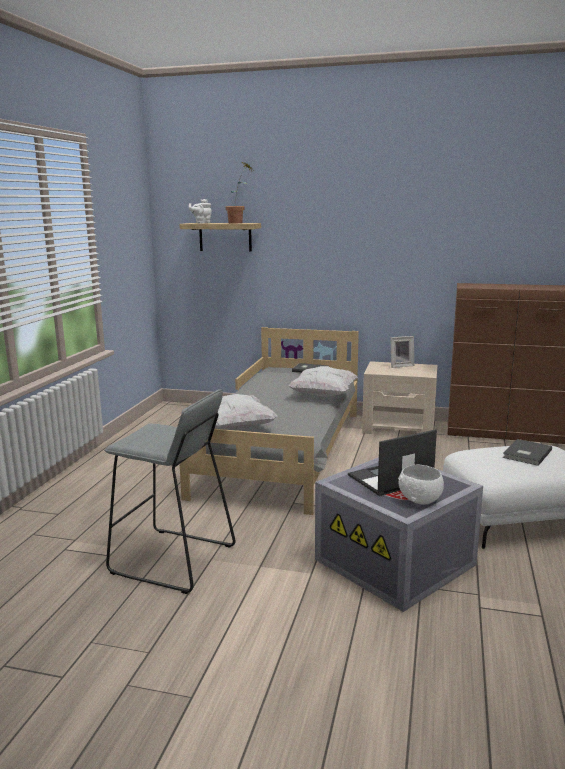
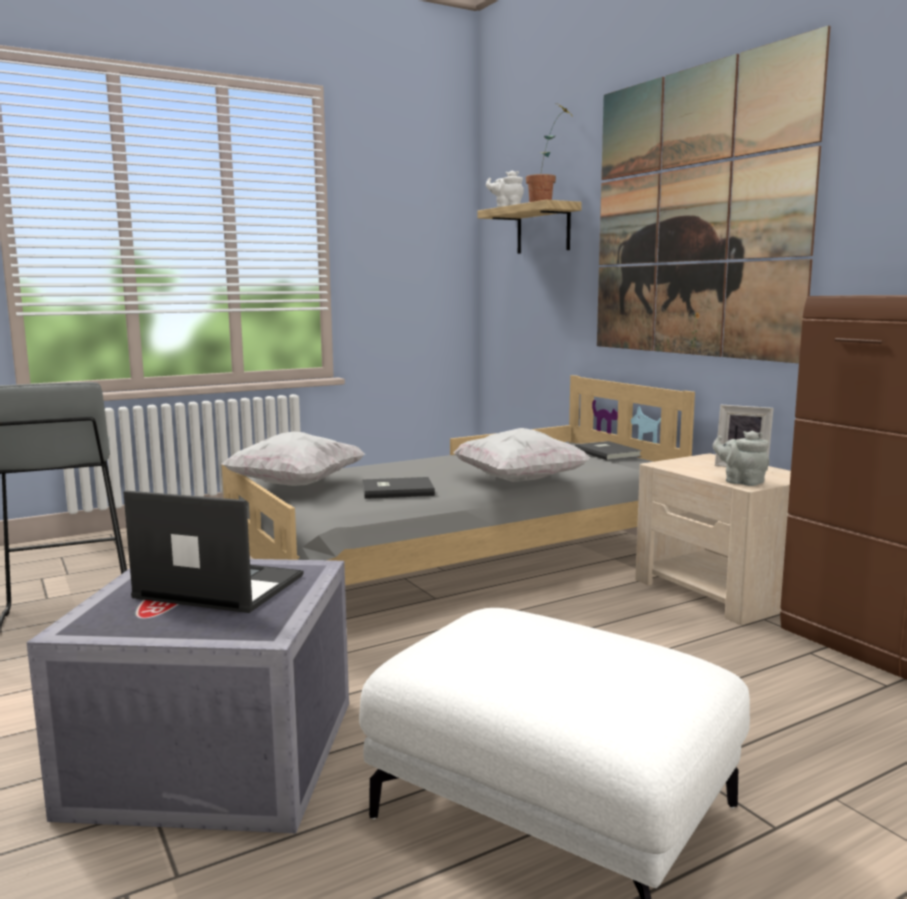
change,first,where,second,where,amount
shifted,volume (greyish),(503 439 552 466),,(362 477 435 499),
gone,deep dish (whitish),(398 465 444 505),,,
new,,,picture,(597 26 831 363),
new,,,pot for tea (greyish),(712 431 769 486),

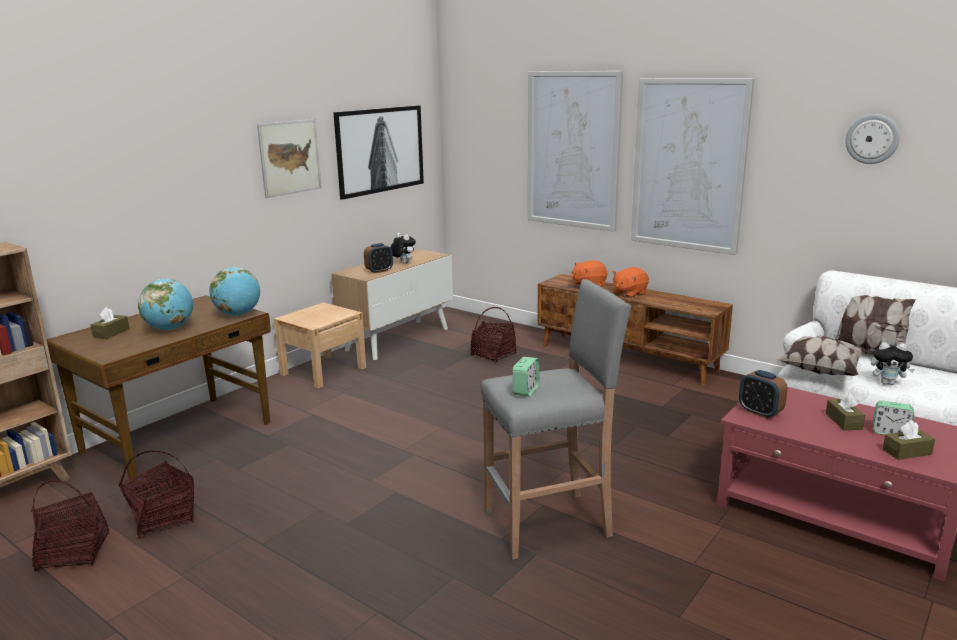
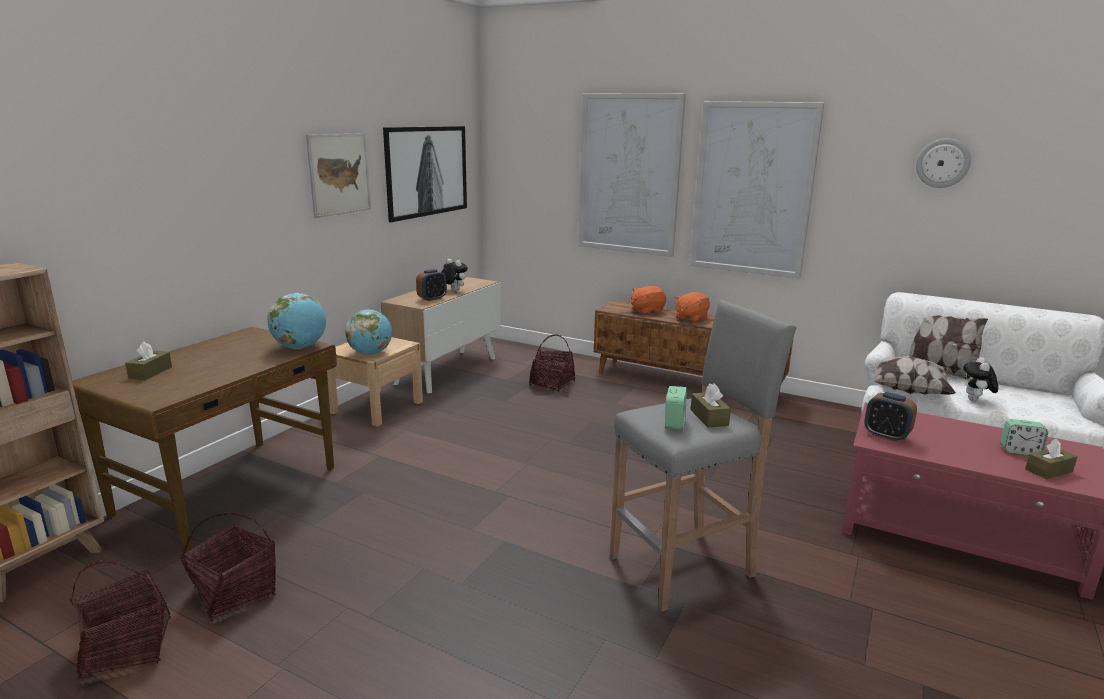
change,first,where,second,where,amount
shifted,globe,(138 279 193 330),,(345 310 392 355),
rotated,soft toy,(871 342 915 385),,(963 357 998 401),105 degrees clockwise
shifted,box of tissues (brown),(826 392 865 430),,(690 384 731 428),

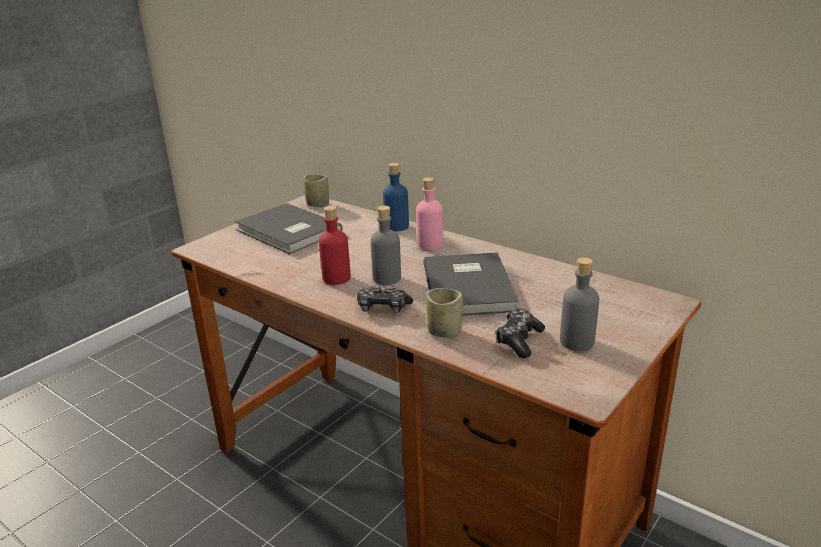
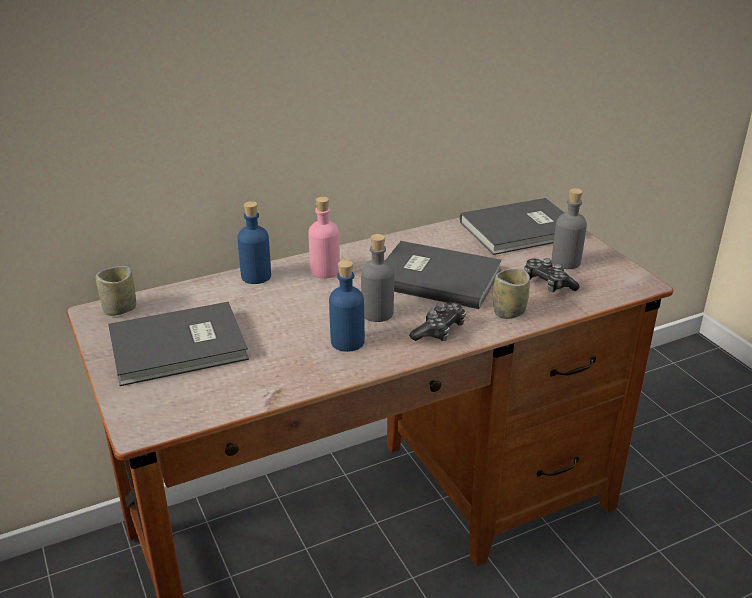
change,first,where,second,where,amount
repainted,bottle (reddish),(319 206 351 285),bottle (bluish),(329 260 365 352),
new,,,volume (greyish),(460 198 565 255),

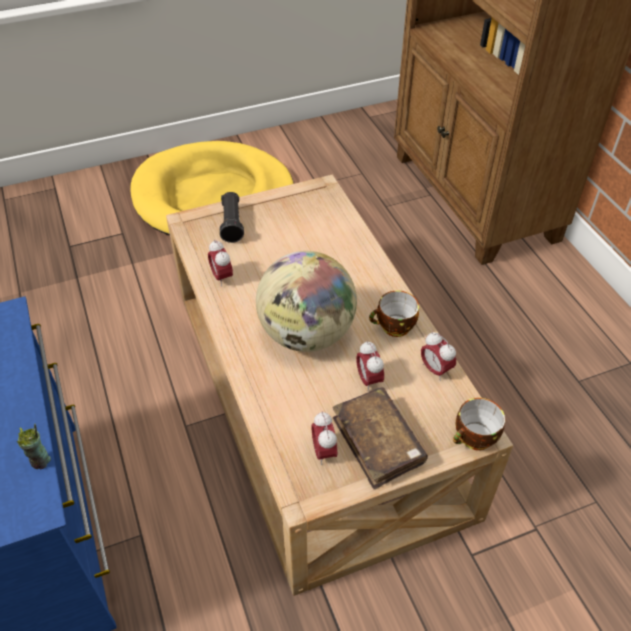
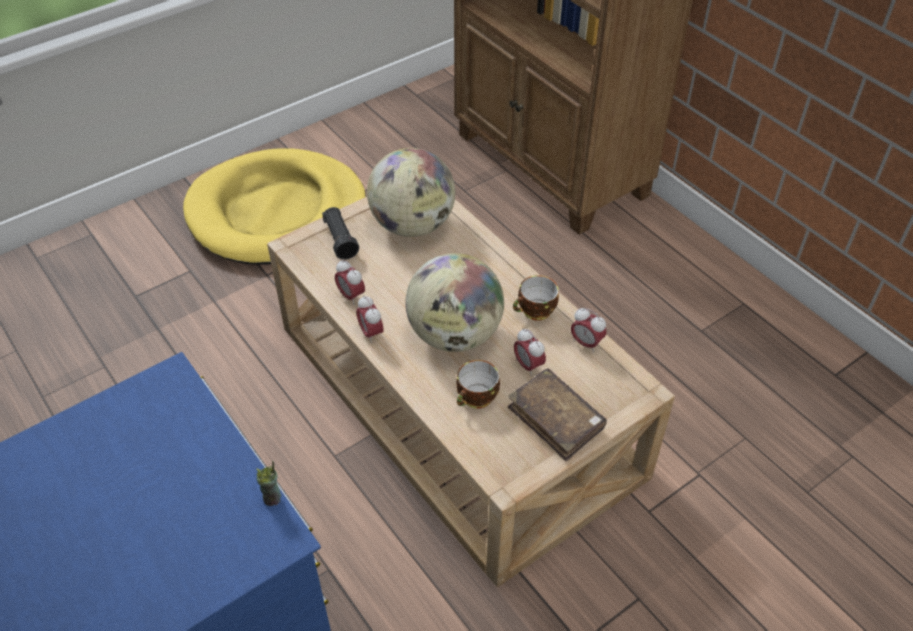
change,first,where,second,where,amount
shifted,drinking cup,(453 398 505 450),,(456 360 500 409),
shifted,alarm clock,(311 412 337 465),,(356 295 384 343),
new,,,globe,(367 148 455 237),

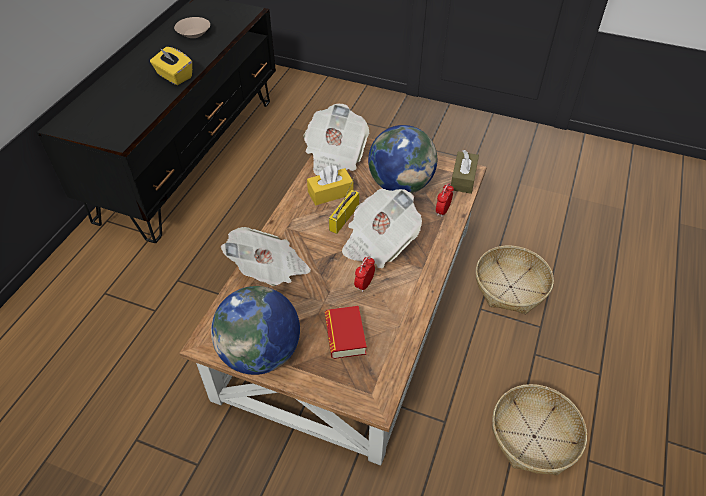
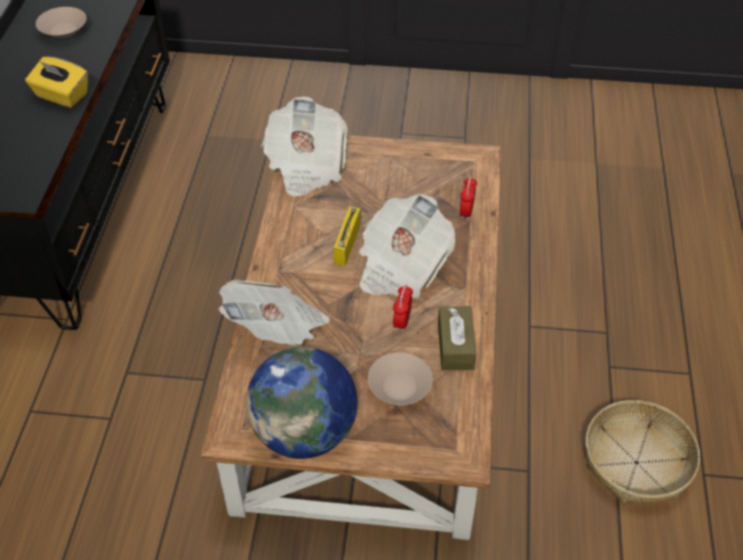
change,first,where,second,where,amount
gone,globe,(368 125 437 193),,,
shifted,box of tissues (brown),(451 150 479 194),,(438 306 476 370),
gone,box of tissues (yellow),(307 165 353 205),,,
gone,storage basket,(476 246 554 314),,,
swapped,volume,(325 306 367 359),deep dish (sand-coloured),(368 352 433 405),

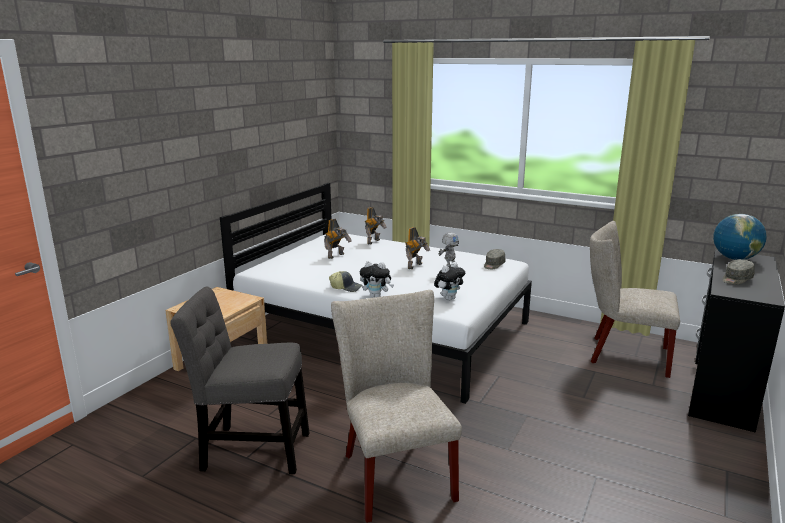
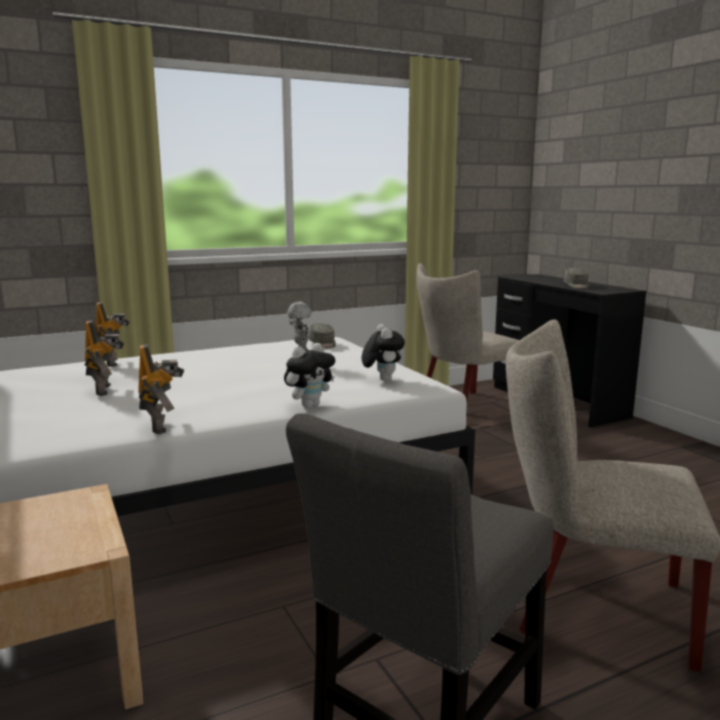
change,first,where,second,where,amount
gone,globe,(713 214 767 260),,,
shifted,toy robot,(405 227 430 269),,(138 344 184 434),
gone,cap,(329 271 362 292),,,

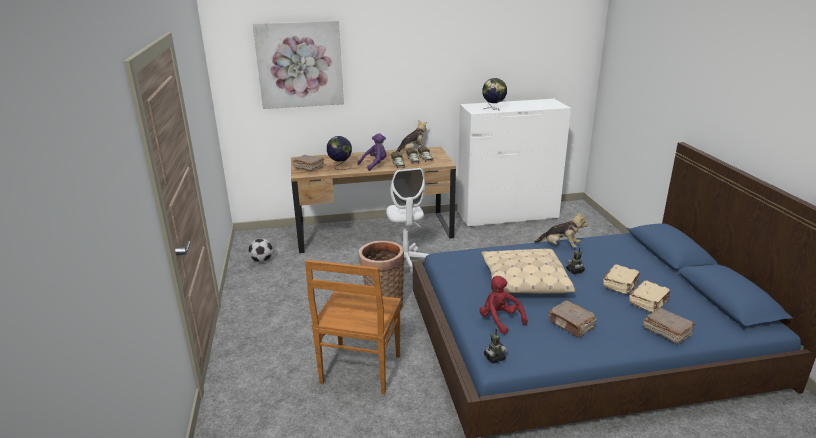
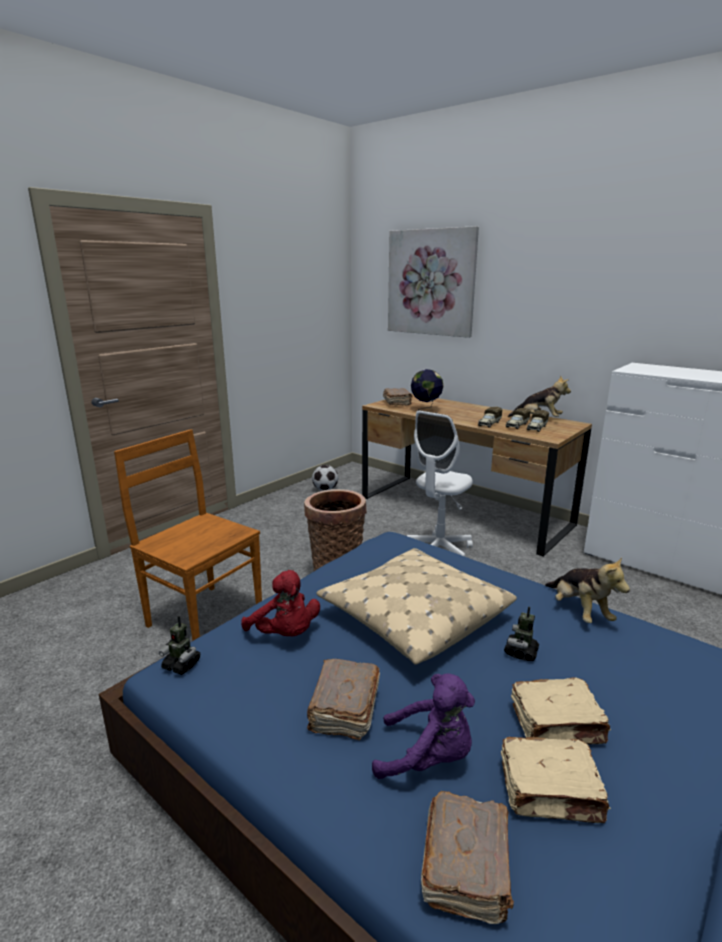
change,first,where,second,where,amount
gone,globe,(482 78 507 110),,,
shifted,soft toy (purple),(357 133 387 171),,(372 673 475 779),
rotated,upright chair (brown),(305 260 401 394),,(114 429 262 640),60 degrees clockwise
rotated,soft toy (reddish),(480 276 528 334),,(241 570 320 636),120 degrees clockwise

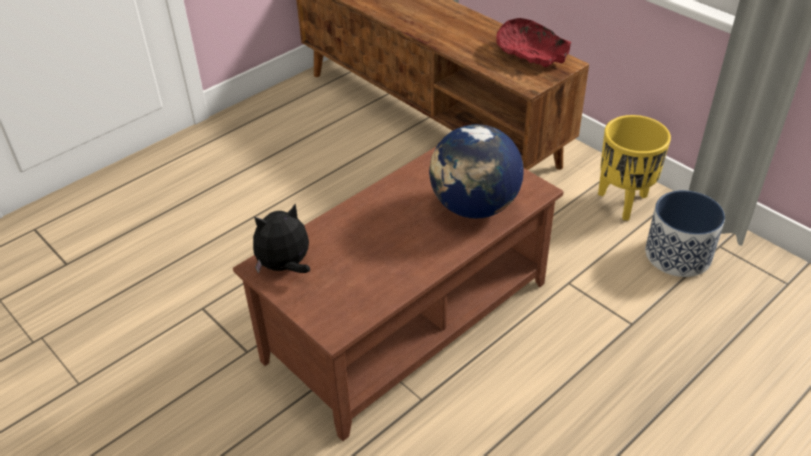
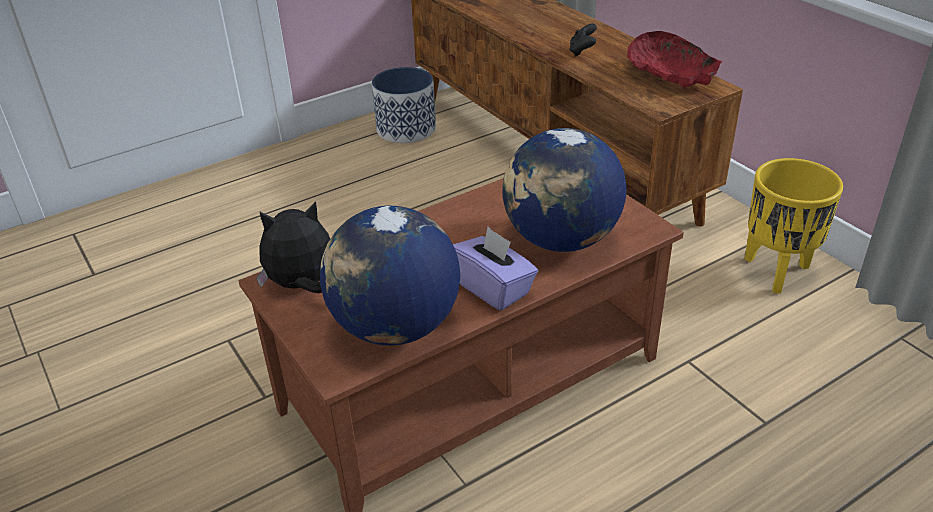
change,first,where,second,where,amount
shifted,flower pot,(645 190 725 277),,(372 67 436 143),
new,,,gamepad (blackish),(569 23 597 56),
new,,,globe,(320 206 460 346),
new,,,box of tissues (purple),(453 227 538 311),

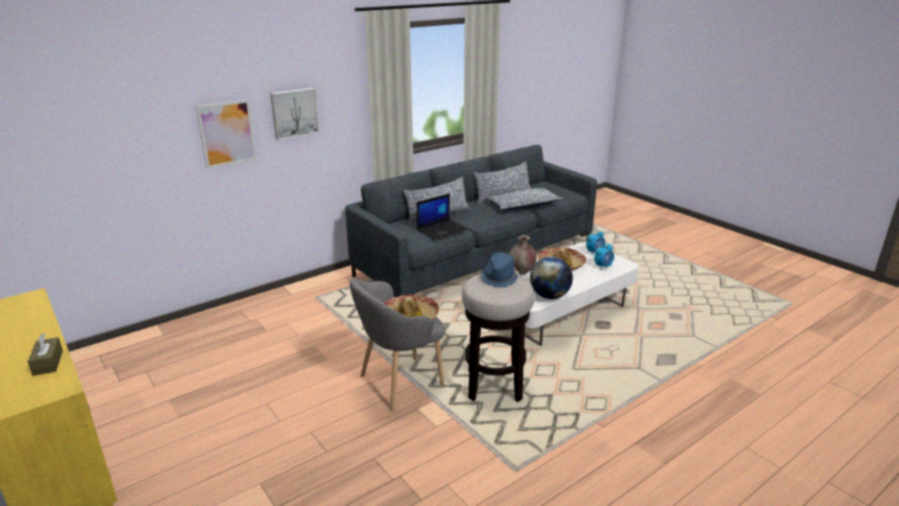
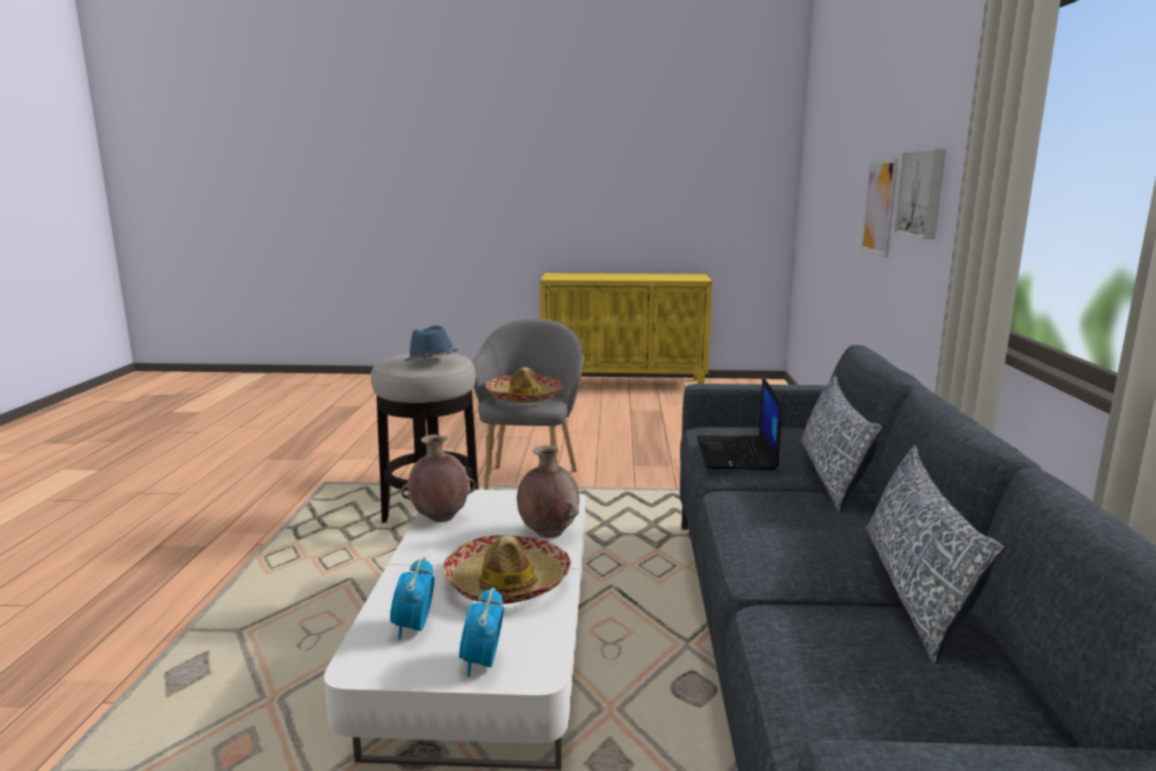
change,first,where,second,where,amount
gone,throw pillow,(487 188 563 210),,,
swapped,globe,(530 257 573 299),decorative vase (brown),(401 434 476 522),
gone,box of tissues (brown),(28 333 63 376),,,

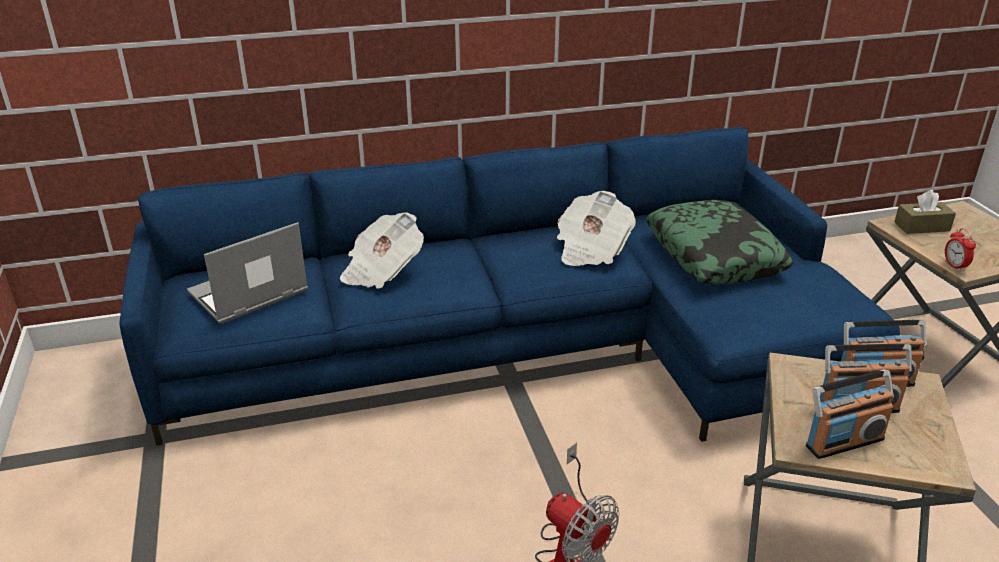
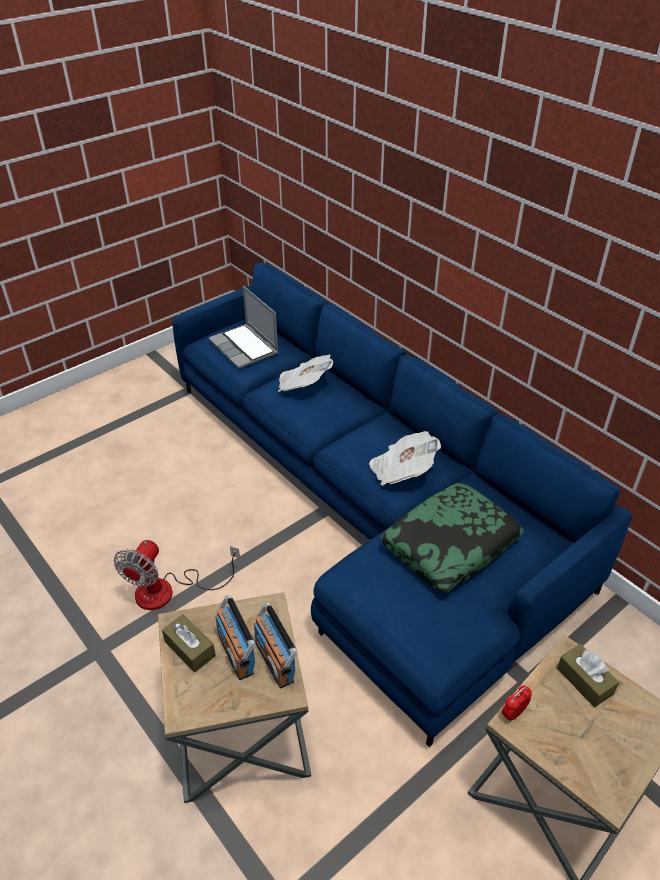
change,first,where,second,where,amount
rotated,notebook computer,(187 222 308 324),,(208 286 279 369),150 degrees counterclockwise
swapped,radio receiver,(806 370 894 459),box of tissues (brown),(162 614 216 672),

